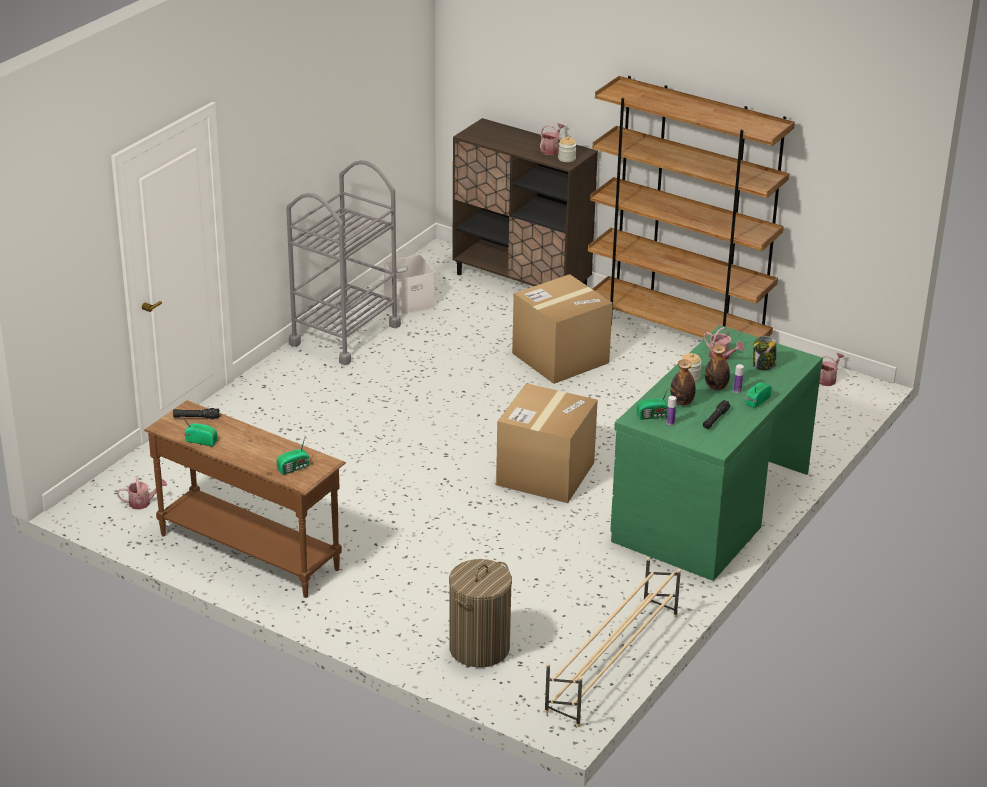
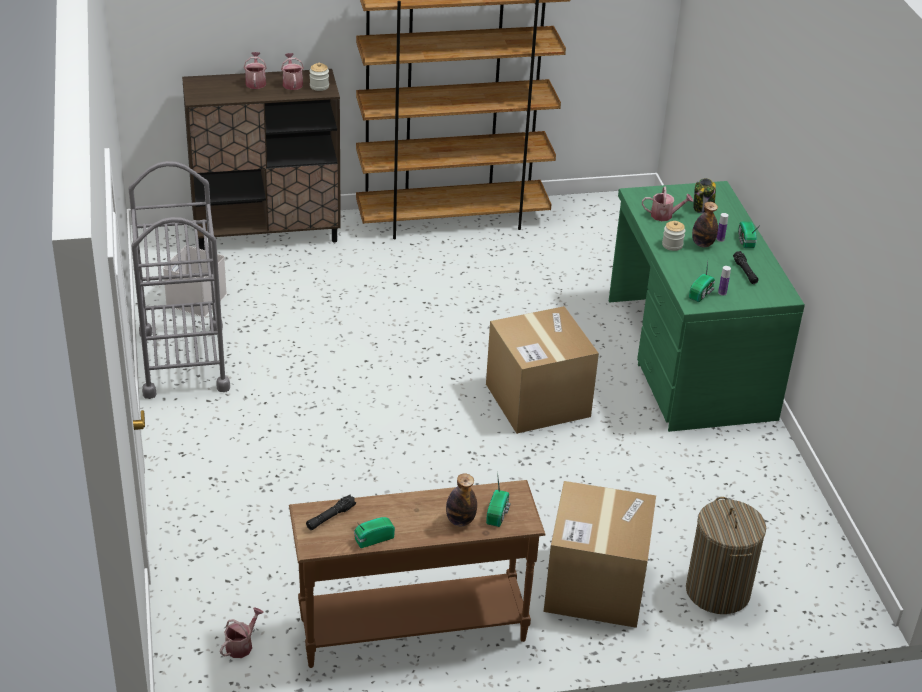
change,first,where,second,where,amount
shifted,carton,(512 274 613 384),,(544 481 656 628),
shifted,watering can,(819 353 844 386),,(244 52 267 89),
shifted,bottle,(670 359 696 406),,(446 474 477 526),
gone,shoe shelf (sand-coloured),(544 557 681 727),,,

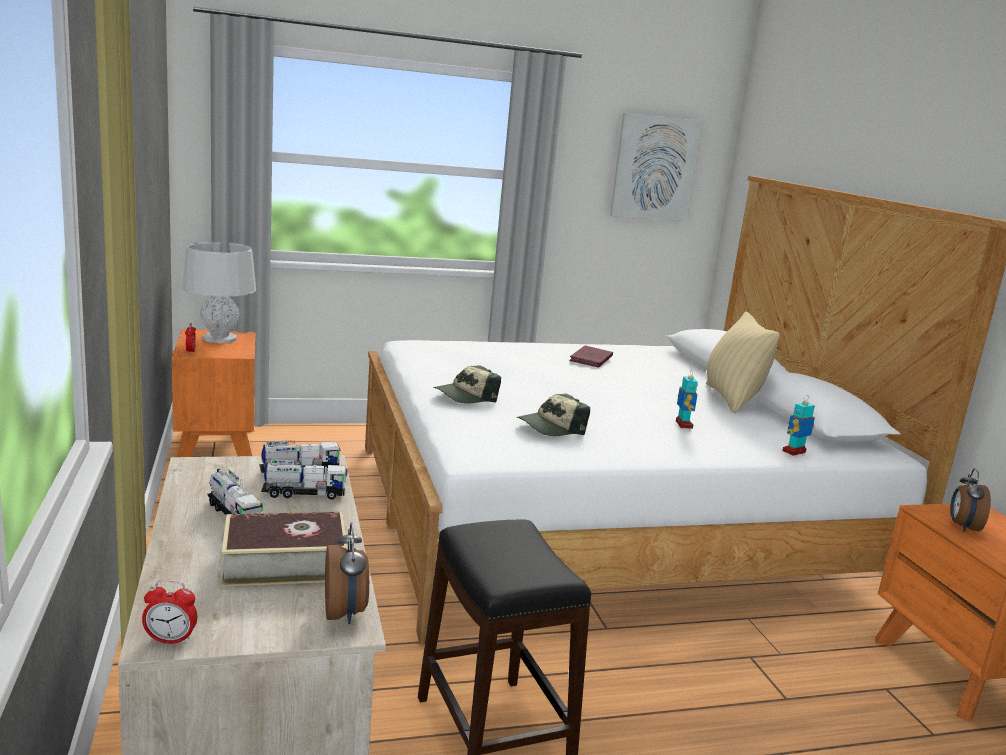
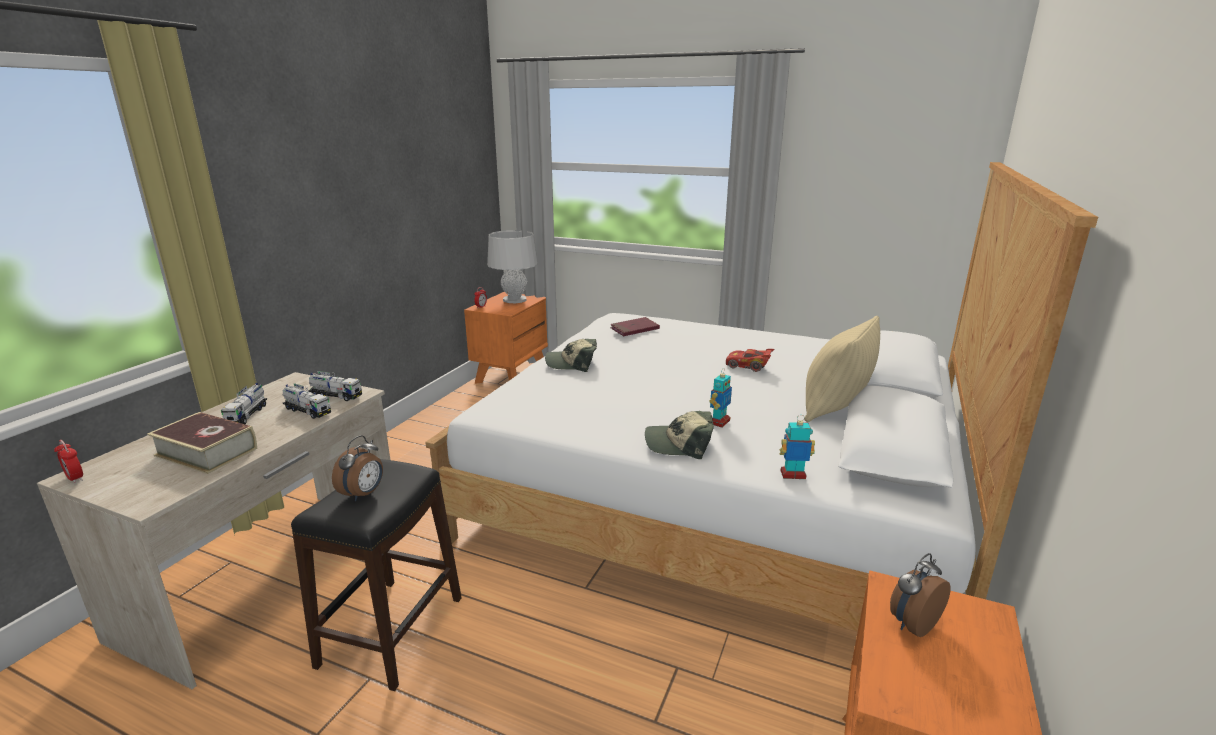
change,first,where,second,where,amount
gone,picture,(610 113 703 221),,,
shifted,volume (reddish),(569 345 613 367),,(610 317 660 336),
shifted,cap,(517 393 590 436),,(645 411 714 459),
shifted,alarm clock,(325 522 369 624),,(332 435 383 501),
new,,,toy car (reddish),(726 349 774 372),

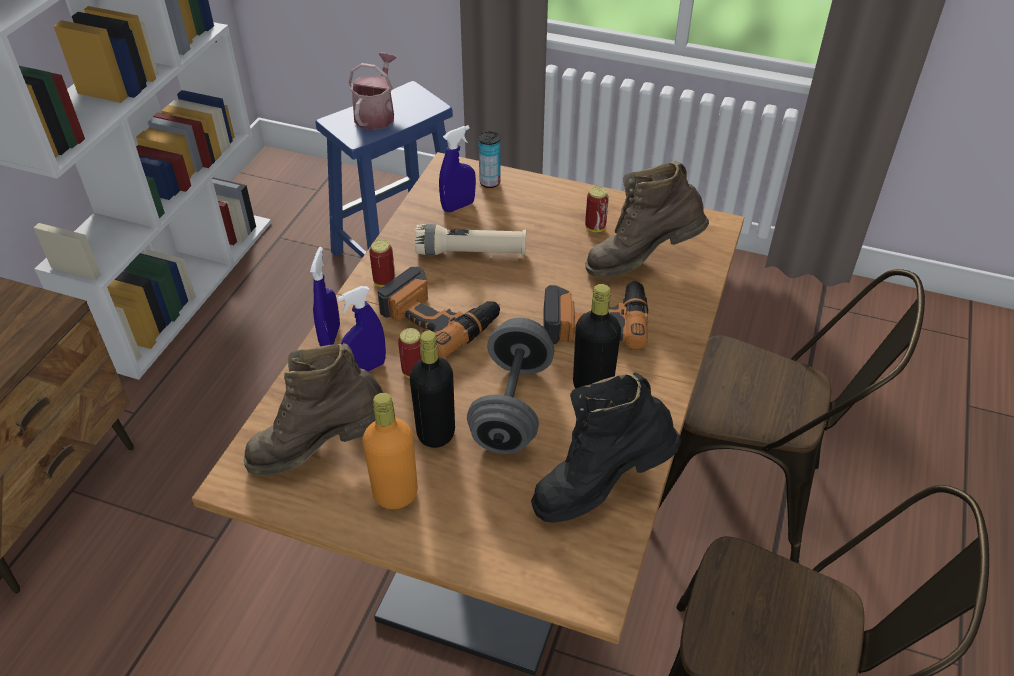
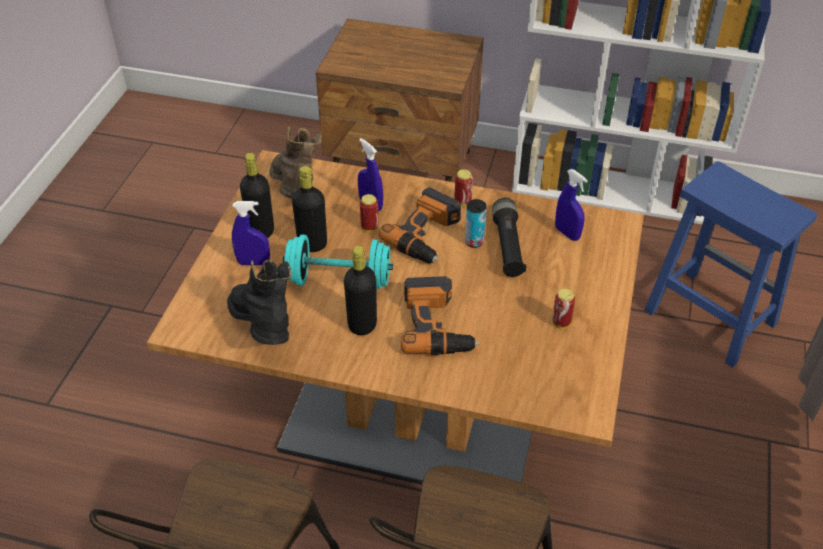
change,first,where,second,where,amount
gone,watering can,(348 53 396 130),,,
shifted,can,(478 131 501 188),,(465 199 487 248),
gone,tall boot (brown),(585 161 709 277),,,
repainted,flashlight (sand-coloured),(415 224 526 255),flashlight (blackish),(492 198 526 277),
shifted,spray bottle (bluish),(310 247 340 346),,(232 201 270 265),
repainted,free weight (greyish),(467 318 554 454),free weight (blue-green),(283 235 393 289),
repainted,bottle (orange),(362 393 418 509),bottle (blackish),(240 153 274 238),

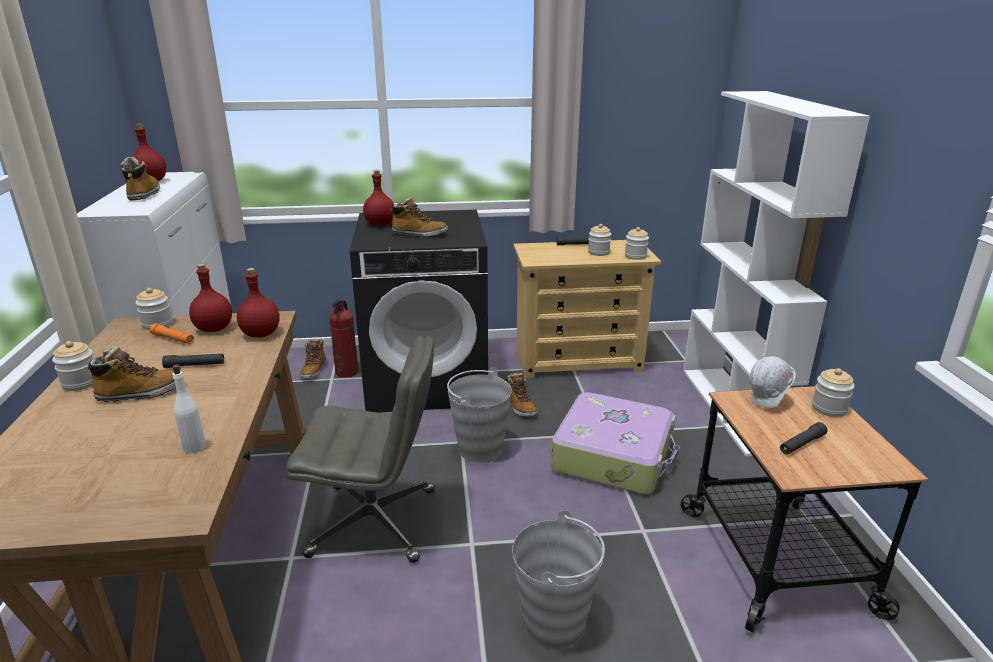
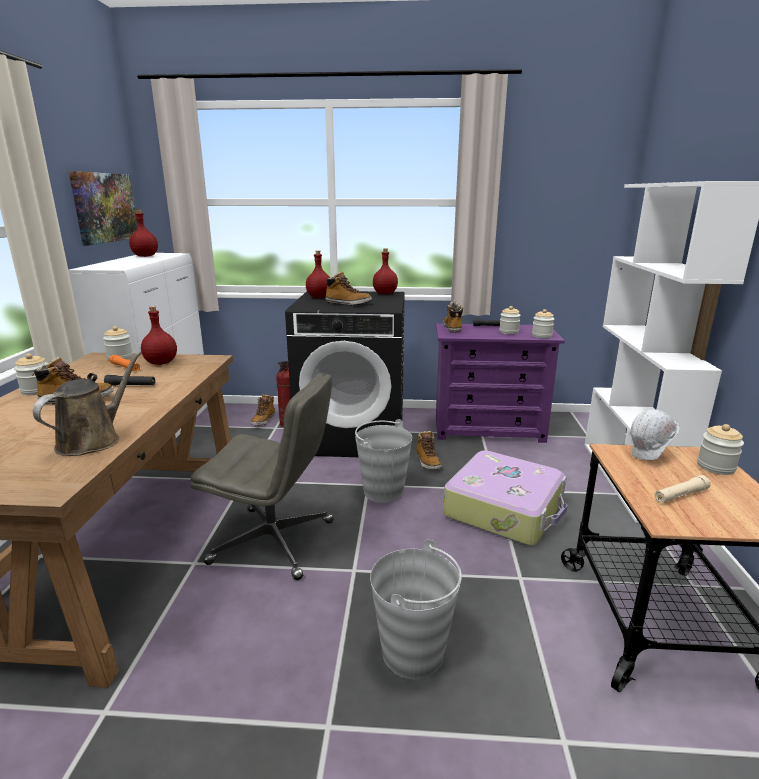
change,first,where,second,where,amount
shifted,tall boot,(121 157 160 201),,(443 302 463 333),
repainted,dresser (sand-coloured),(514 240 661 378),dresser (purple),(436 323 565 443),
shifted,bottle (reddish),(237 268 280 337),,(373 248 398 294),
swapped,bottle (whitish),(172 364 206 453),watering can (brown),(33 351 142 456),
repainted,flashlight (blackish),(780 422 828 455),flashlight (sand-coloured),(655 475 711 503),
new,,,picture,(68 171 138 245),

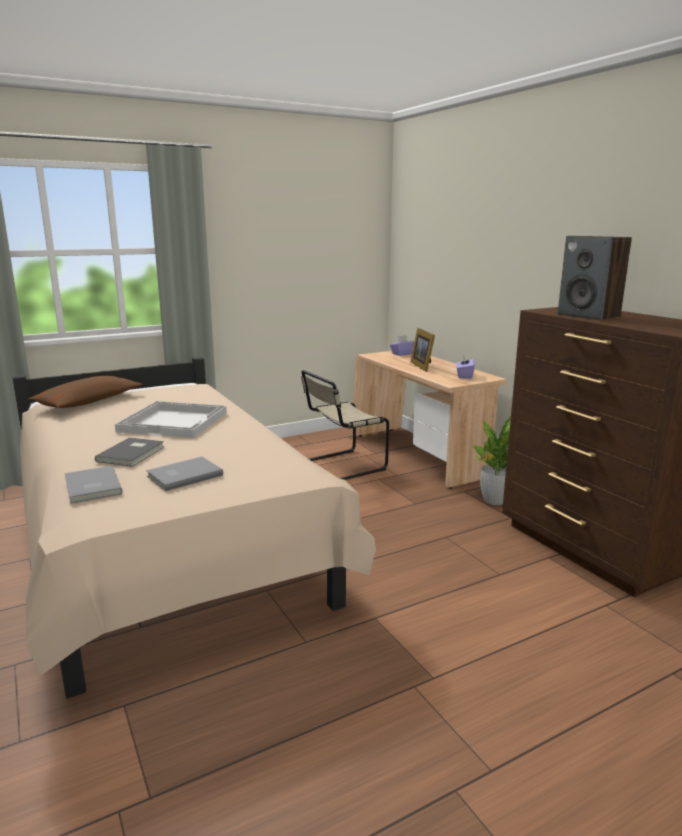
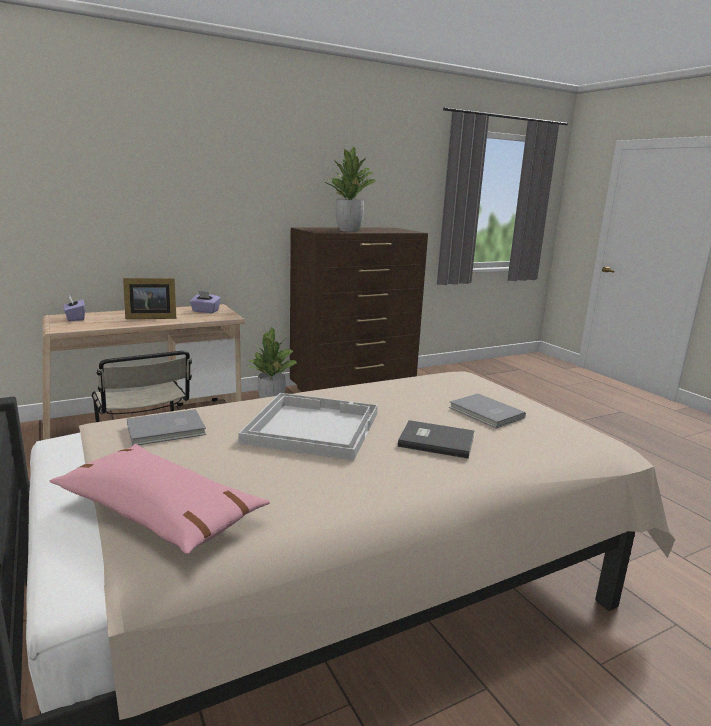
change,first,where,second,where,amount
swapped,loudspeaker,(558 236 632 320),houseplant,(325 147 376 232),
repainted,throw pillow (brown),(29 376 142 408),throw pillow (pink),(50 444 270 554),
shifted,volume (greyish),(65 466 123 504),,(127 409 206 446),

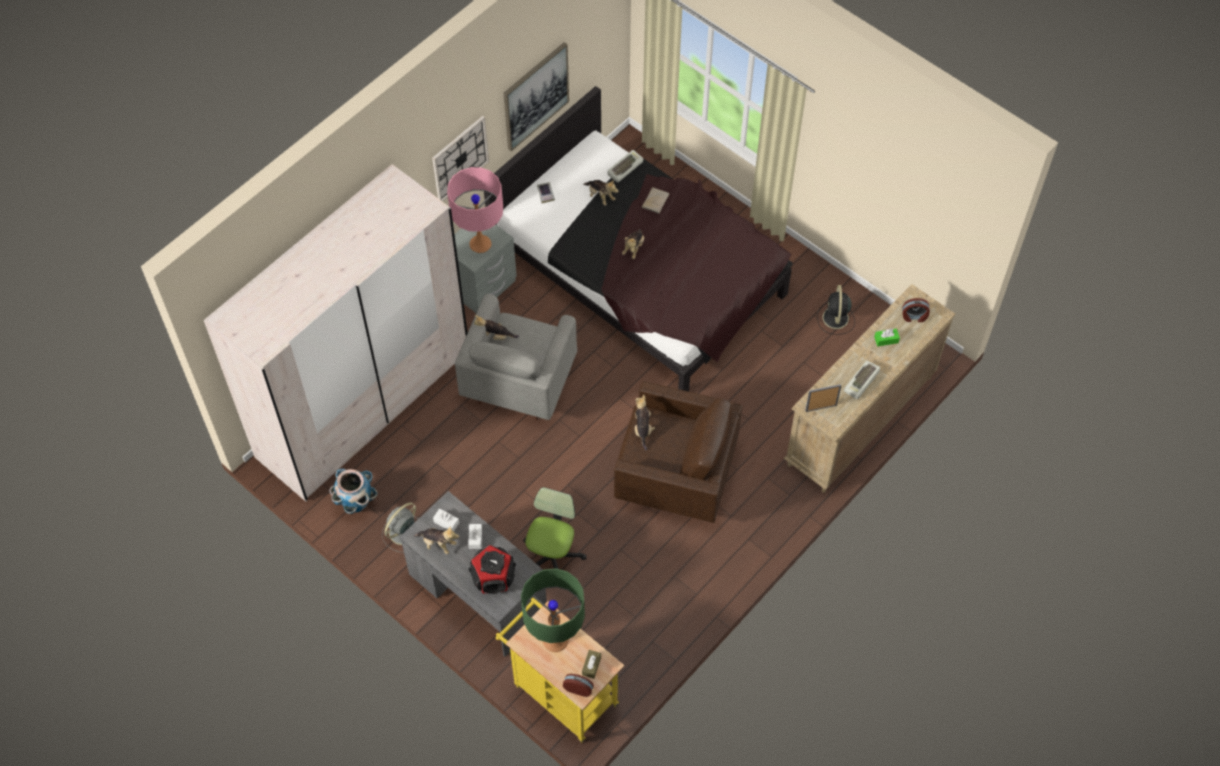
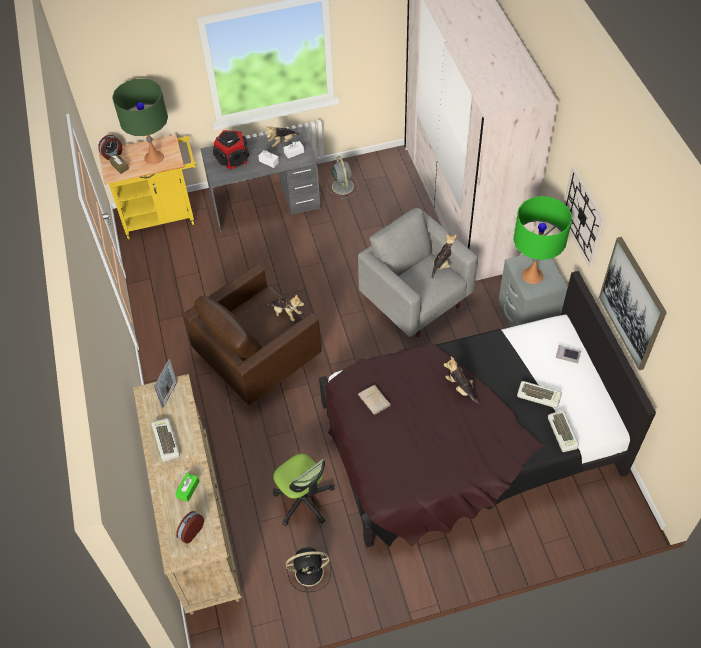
change,first,where,second,where,amount
repainted,lamp for a table (pink),(447 167 503 253),lamp for a table (green),(513 196 572 284),
swapped,soft toy,(583 179 618 206),computer keyboard,(517 381 562 408),
shifted,volume (sand-coloured),(642 187 669 214),,(358 384 390 414),
rotated,electric fan (blackish),(817 285 855 335),,(286 547 331 592),135 degrees clockwise
gone,flower pot,(329 468 378 514),,,
shifted,computer chair,(523 487 586 569),,(273 453 335 526),

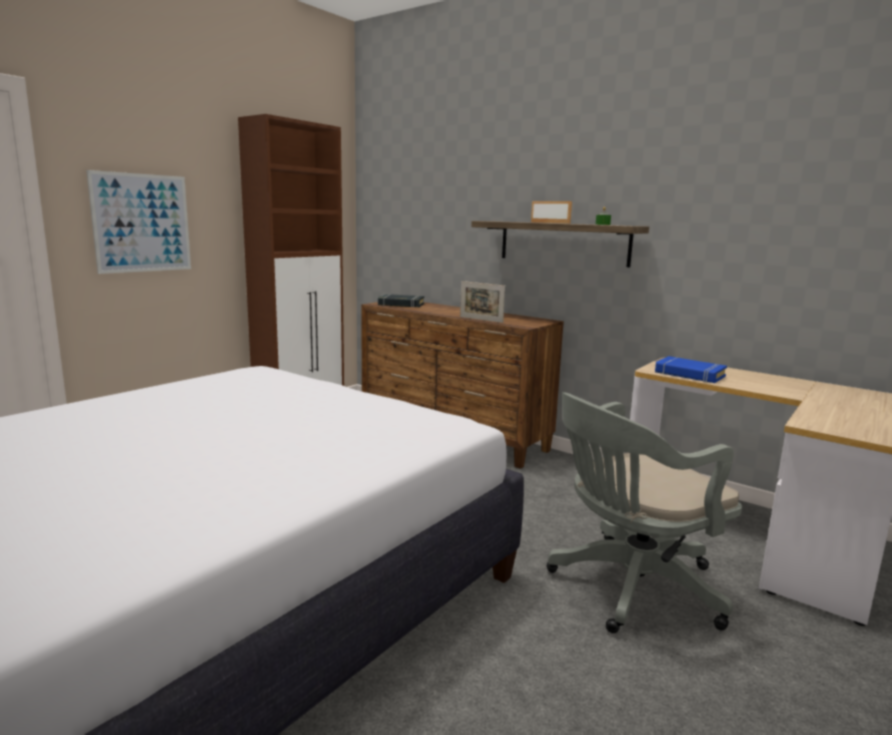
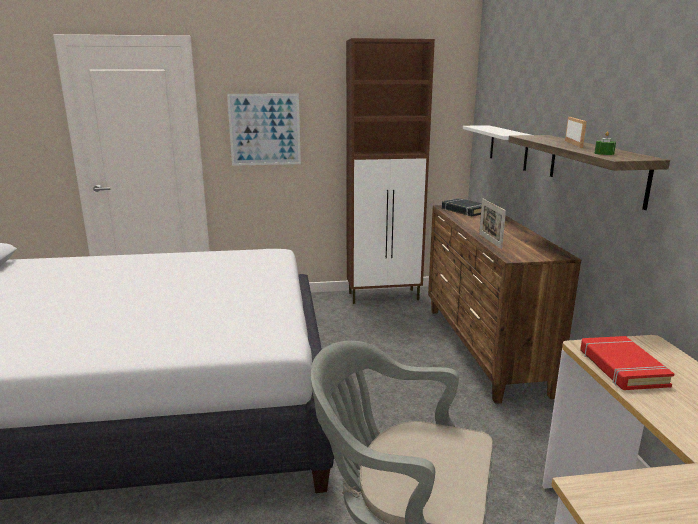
change,first,where,second,where,amount
repainted,volume (bluish),(655 356 727 383),volume (reddish),(580 336 674 390),
new,,,bracket shelf (whitish),(463 125 531 171),

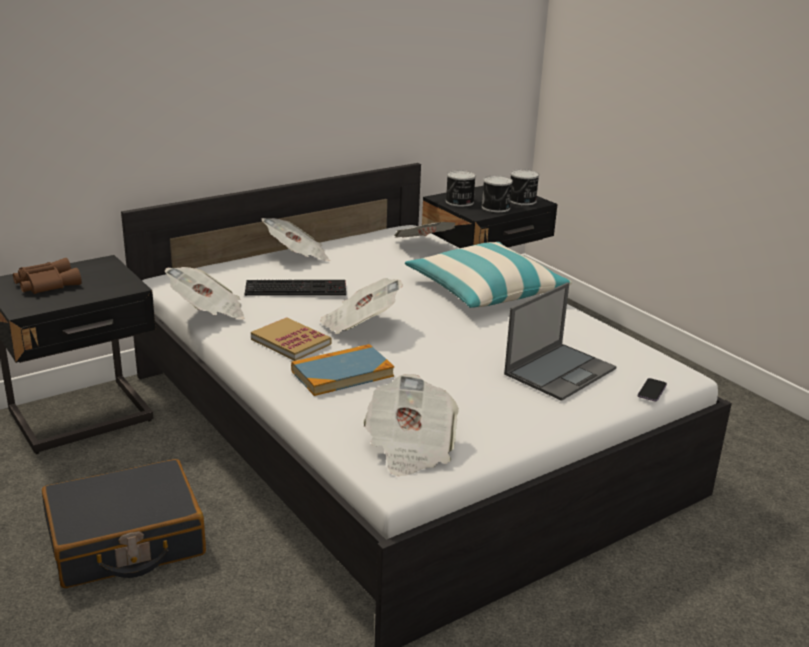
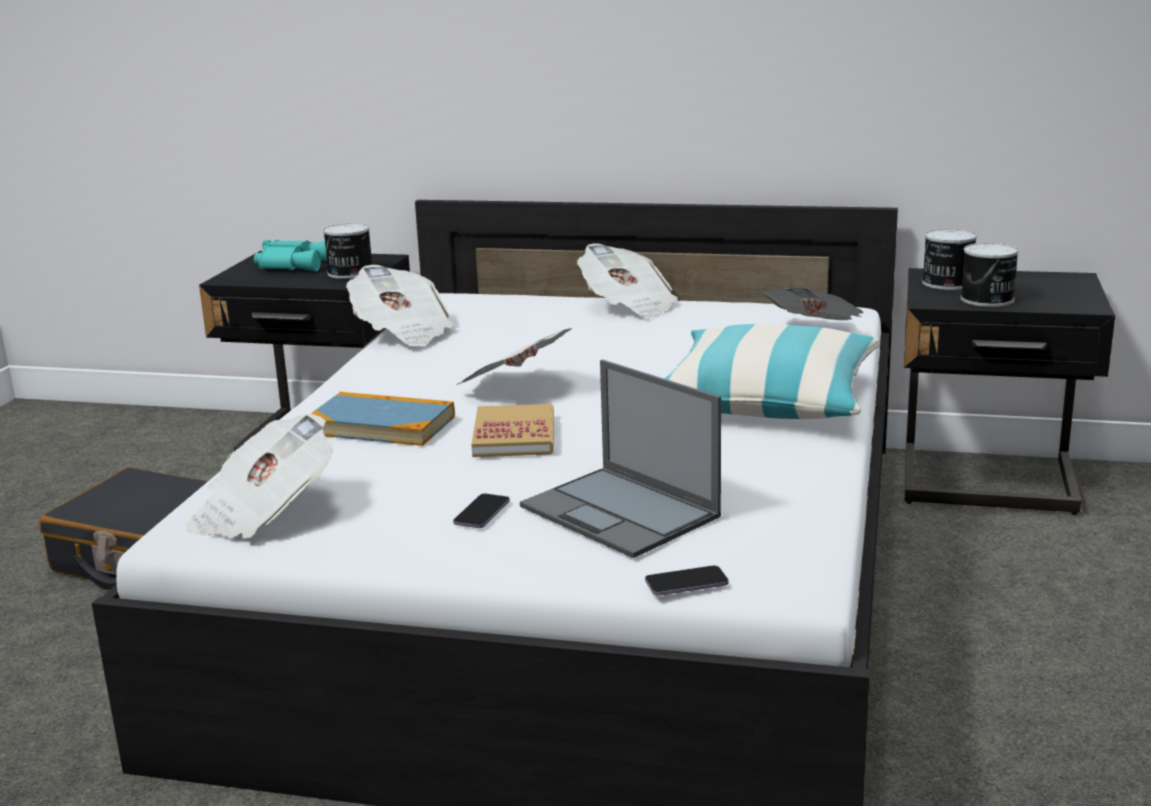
change,first,where,second,where,amount
shifted,can,(510 169 539 205),,(323 223 372 279),
repainted,pair of binoculars (brown),(13 258 82 294),pair of binoculars (blue-green),(254 240 327 271),
gone,computer keyboard,(245 280 346 296),,,
rotated,notebook computer,(504 282 617 401),,(520 360 721 558),45 degrees clockwise
shifted,volume,(251 317 331 361),,(472 404 554 457),
new,,,handset,(453 494 510 528),

